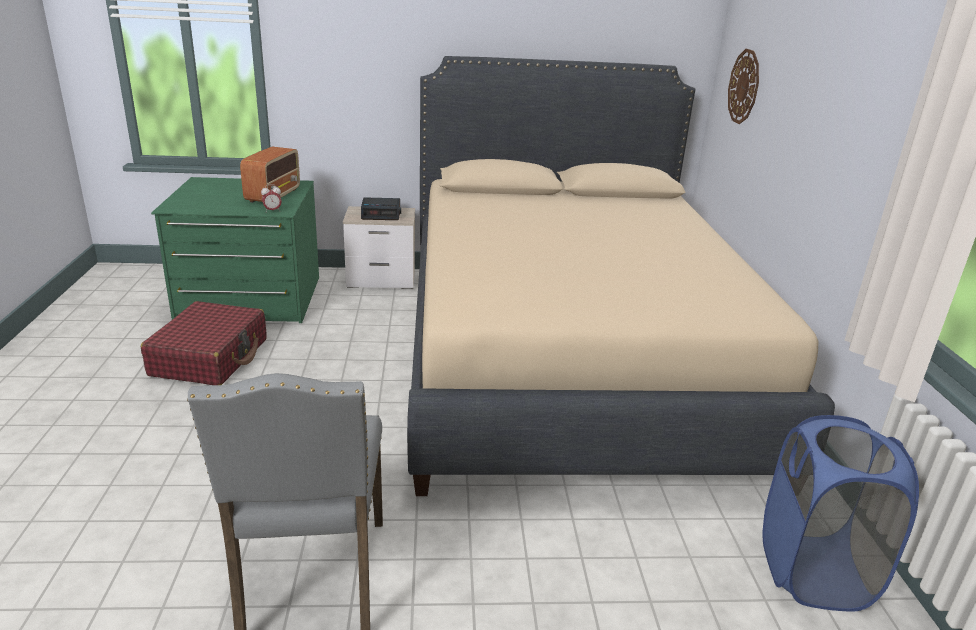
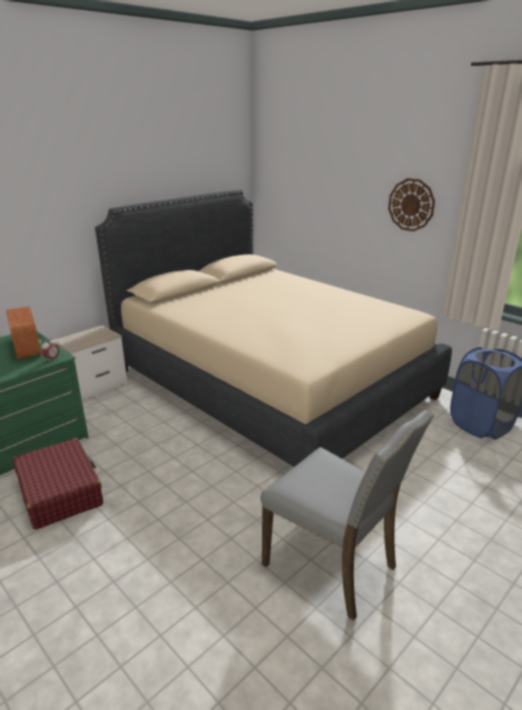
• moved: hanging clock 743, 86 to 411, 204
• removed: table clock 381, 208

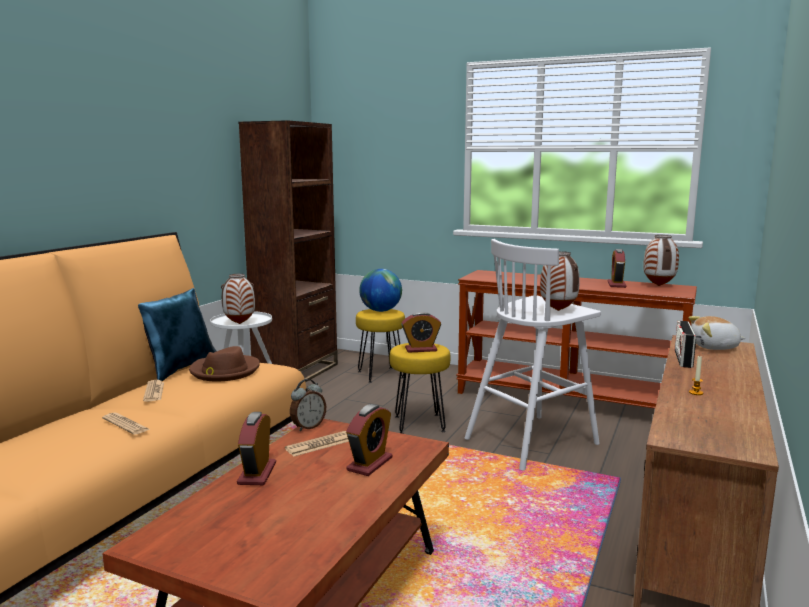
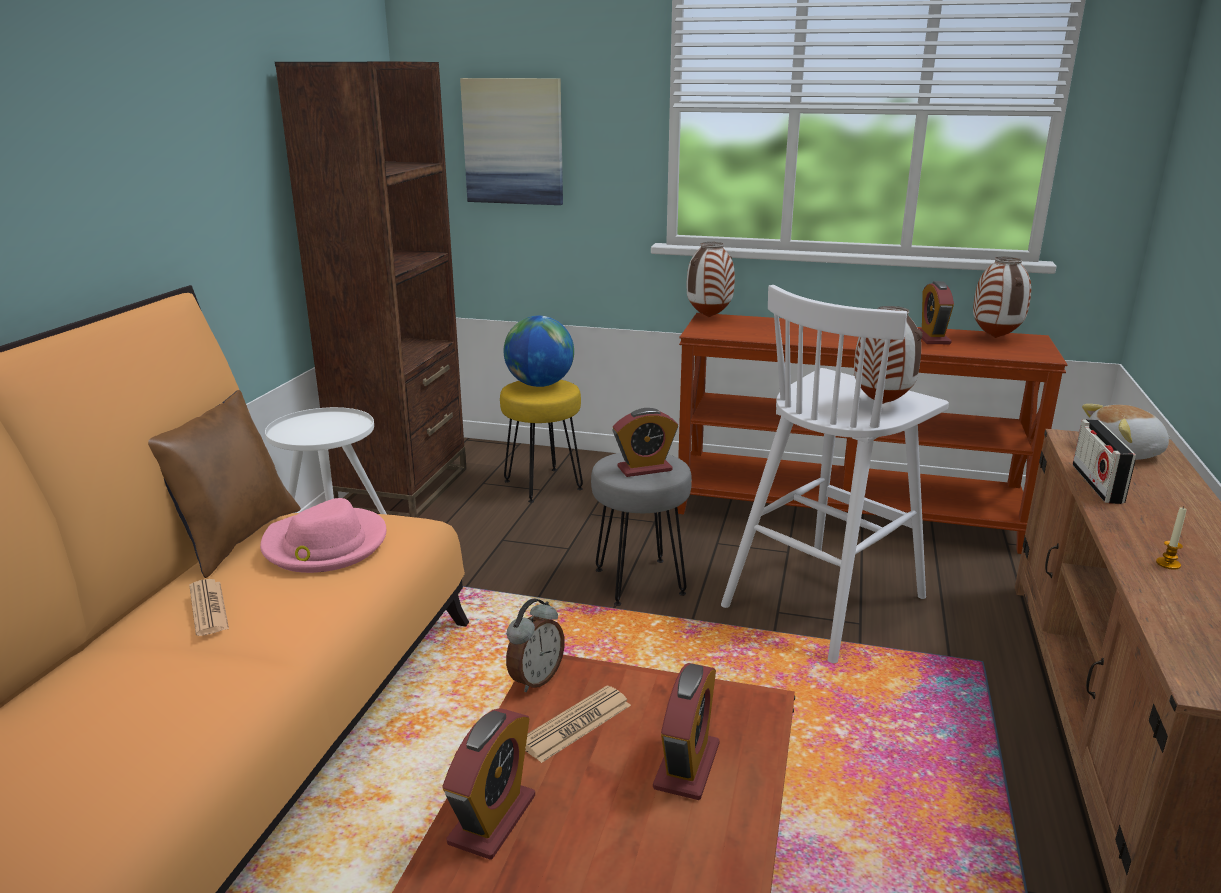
• recoloured: pillow (bluish) 177, 334 to pillow (brownish) 224, 484
• recoloured: wearable hat (brownish) 224, 363 to wearable hat (pinkish) 323, 535
• turned: table clock 256, 448 = 488, 784 150 degrees counterclockwise
• added: wall art 511, 141
• recoloured: sitting stool (yellow) 420, 388 to sitting stool (gray) 641, 529
• moved: vase 238, 299 to 711, 279
• removed: daily paper 126, 424

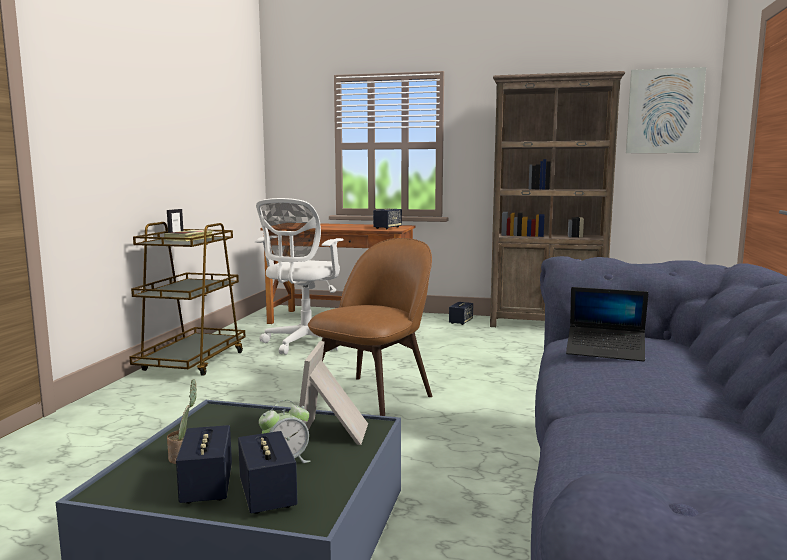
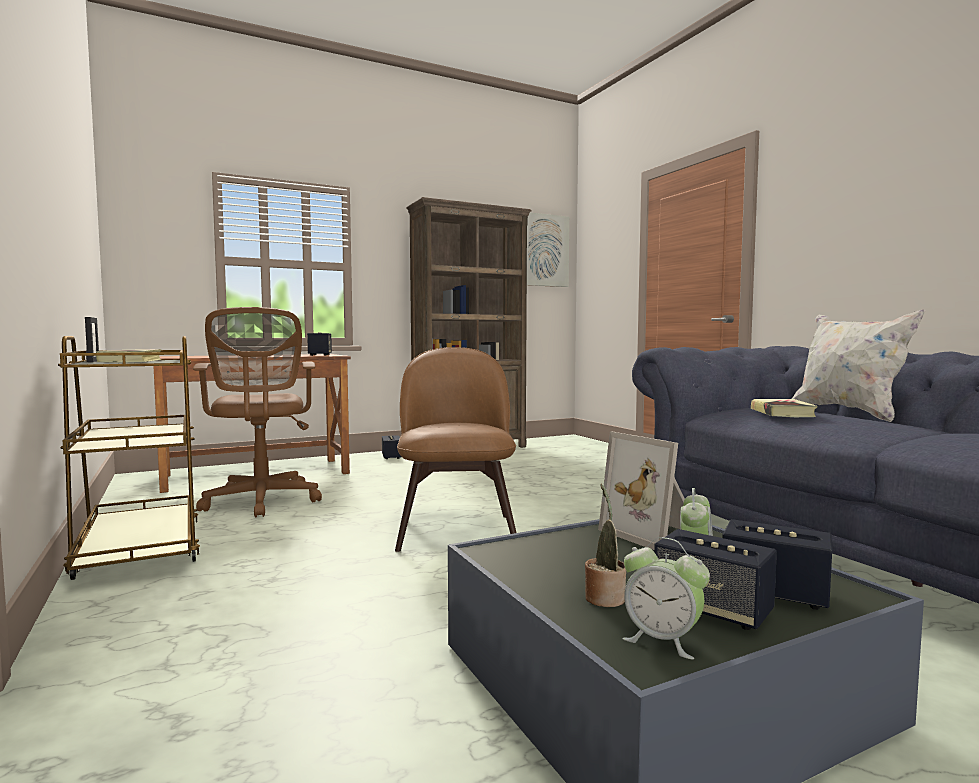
• recoloured: computer chair (white-coloured) 299, 276 to computer chair (brownish) 257, 412
• added: table clock 666, 598
• replaced: laptop 607, 324 to volume 784, 408
• added: pillow (white-coloured) 859, 366

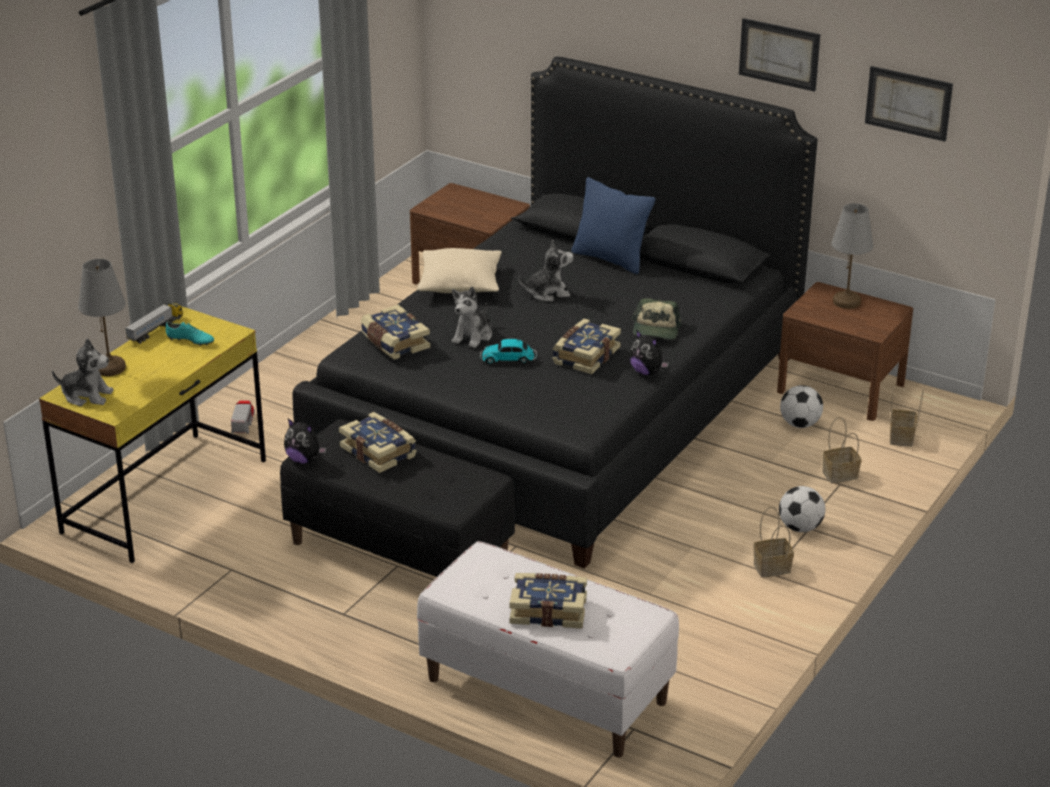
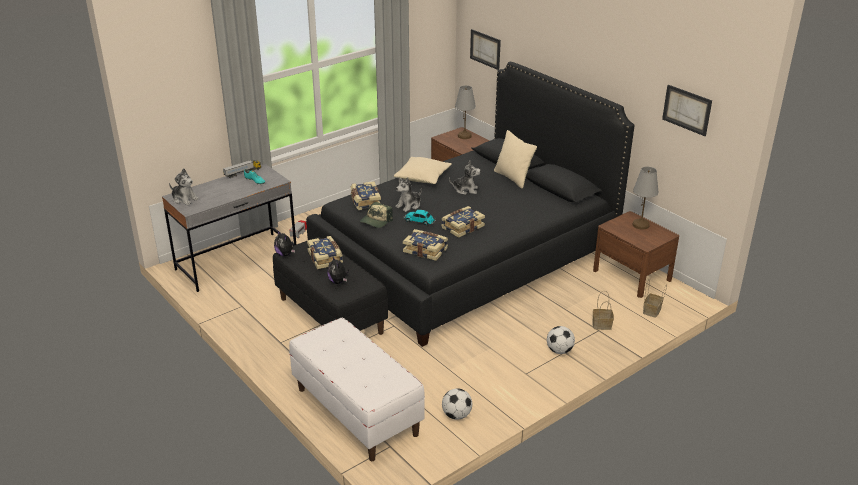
• recoloured: desk unit (yellow) 152, 435 to desk unit (gray) 229, 228
• moved: plush toy 649, 352 to 338, 270
• moved: baseball cap 656, 319 to 376, 215
• moved: volume 548, 601 to 425, 245
• moved: football 801, 406 to 457, 404
• moved: tabletop lamp (gray) 102, 317 to 465, 112
• moved: wall art 779, 55 to 485, 49
• recoloured: pillow (bluish) 613, 225 to pillow (beige-coloured) 515, 159
• removed: basket 773, 542

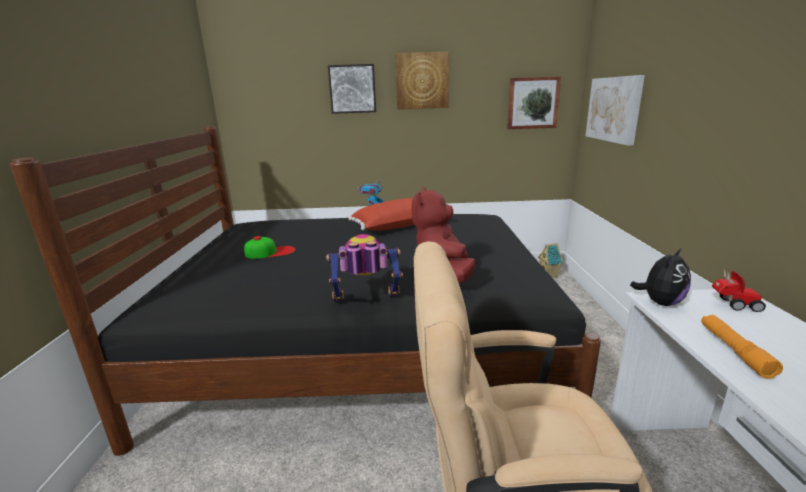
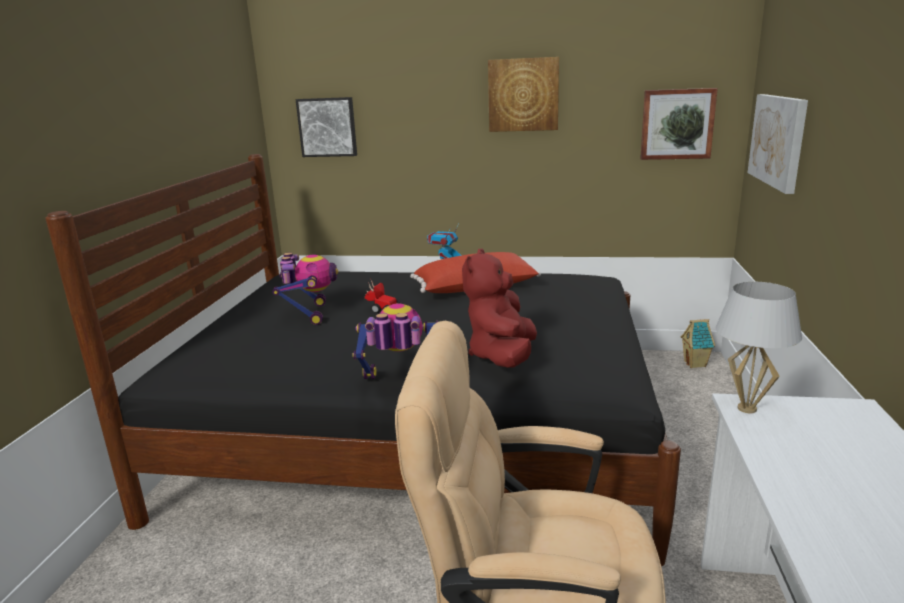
• replaced: baseball cap 269, 247 to robot figure 305, 289
• moved: wall art 352, 89 to 326, 127
• moved: model car 739, 290 to 382, 296
• replaced: plush toy 660, 277 to tabletop lamp (white-coloured) 759, 347
• removed: torch (orange) 742, 347

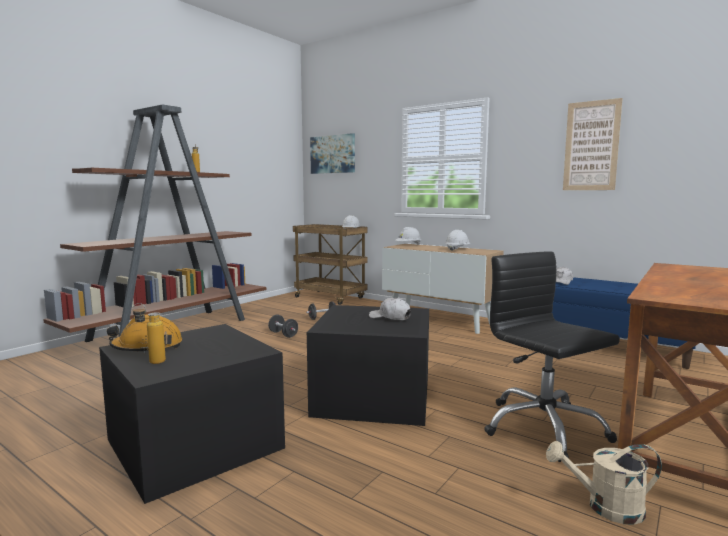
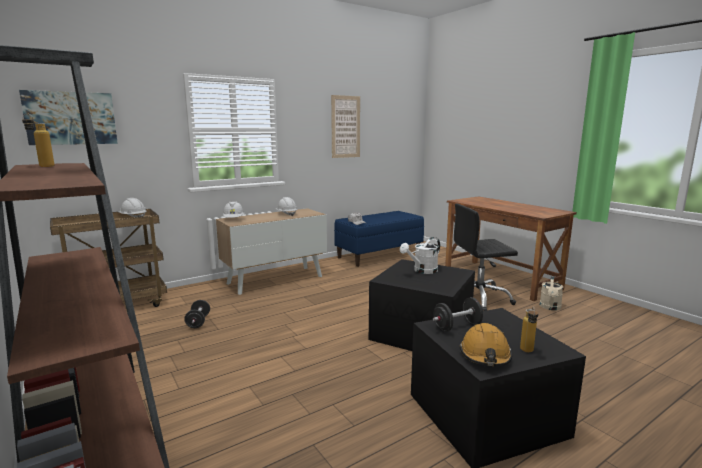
• replaced: baseball cap (white-coloured) 390, 308 to watering pot (white-coloured) 420, 255
• moved: dumbbell (black-coloured) 283, 326 to 458, 314

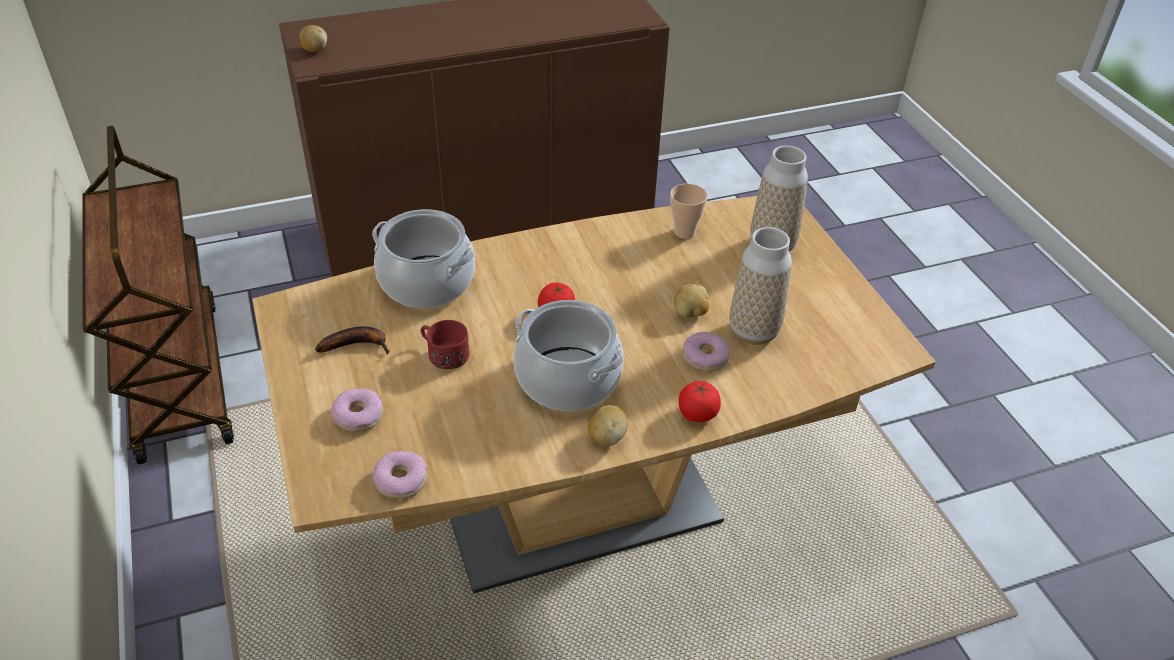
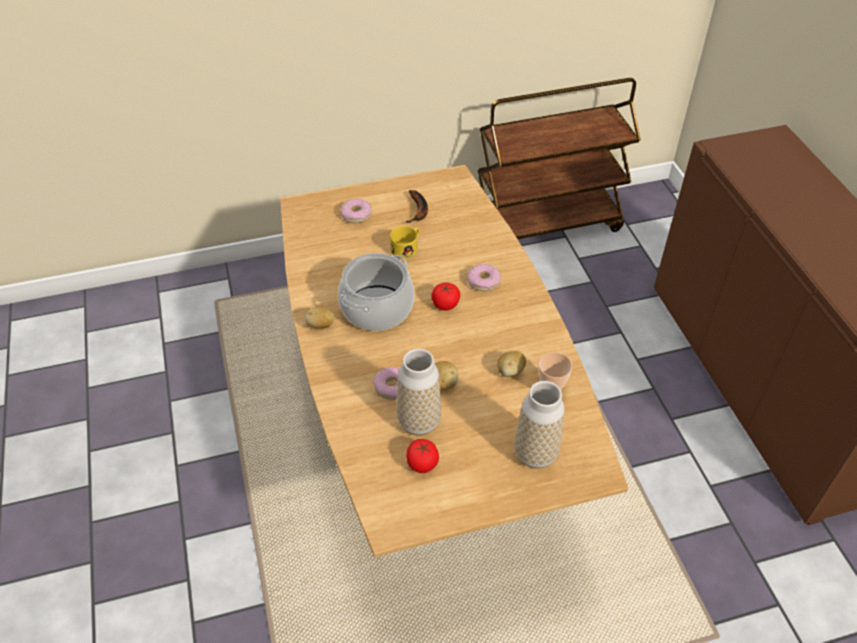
• recoloured: coffee mug (reddish) 445, 344 to coffee mug (yellow) 405, 242
• moved: whole tomato 700, 401 to 422, 456
• moved: donut 400, 475 to 484, 277
• moved: potato 313, 38 to 511, 364
• removed: saucepot 423, 258

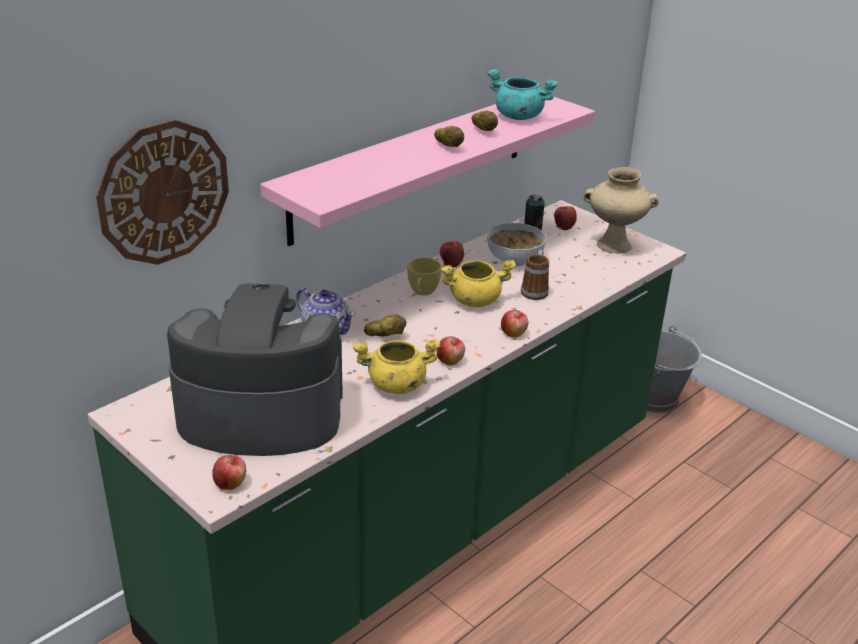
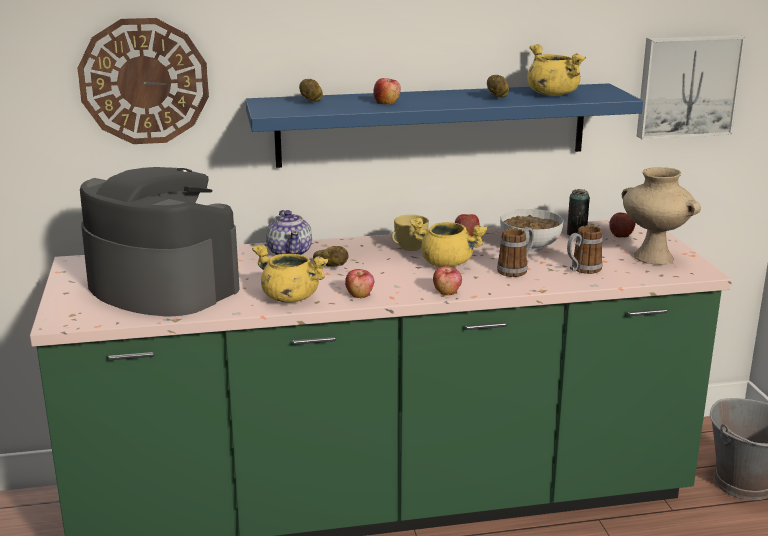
• recoloured: bracket shelf (pinkish) 427, 171 to bracket shelf (bluish) 444, 125
• moved: potato 449, 136 to 311, 90
• moved: apple fruit 229, 472 to 387, 91
• recoloured: saucepot (turquoise-coloured) 522, 94 to saucepot (yellow) 556, 70
• added: coffee mug 584, 249
• added: wall art 691, 87

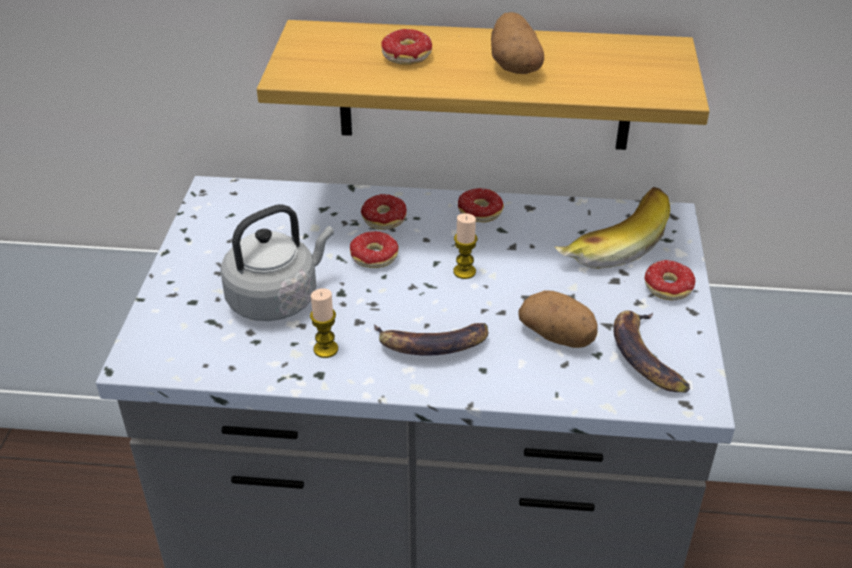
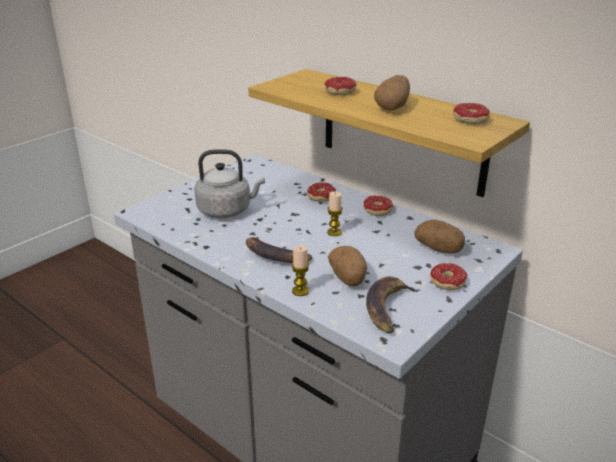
• moved: wax candle 324, 323 to 300, 271
• replaced: banana fruit 612, 228 to potato 439, 237
• moved: donut 374, 249 to 471, 114

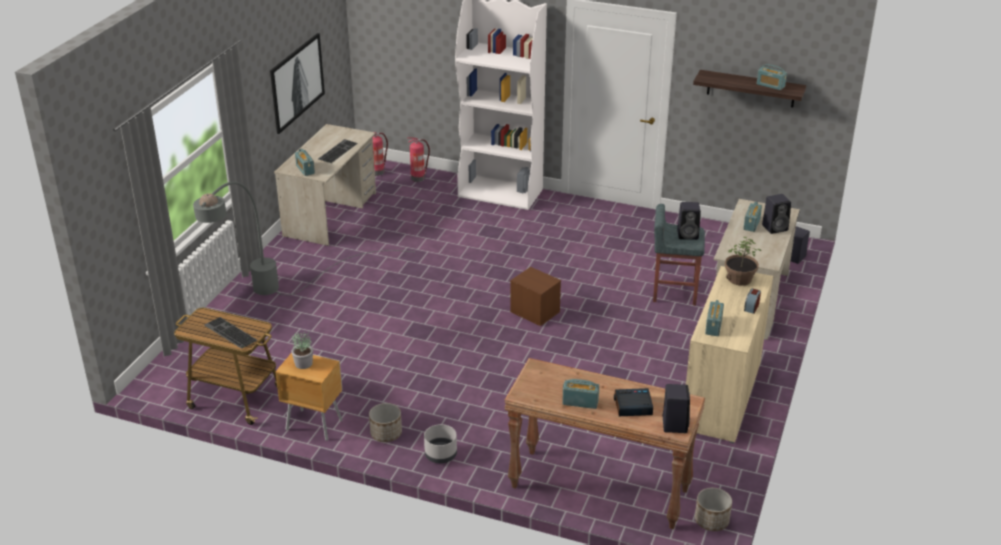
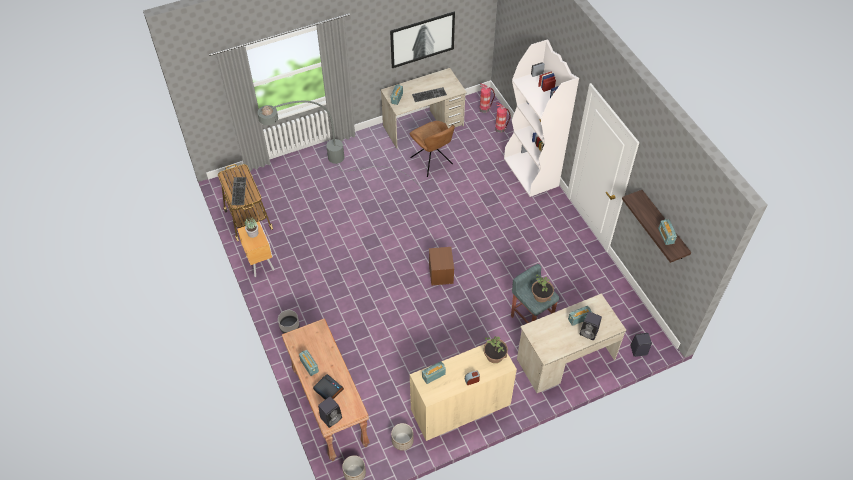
• moved: flower pot 385, 422 to 402, 437
• added: upright chair (brownish) 432, 149
• replaced: speaker (black-coloured) 689, 221 to potted plant 543, 288

